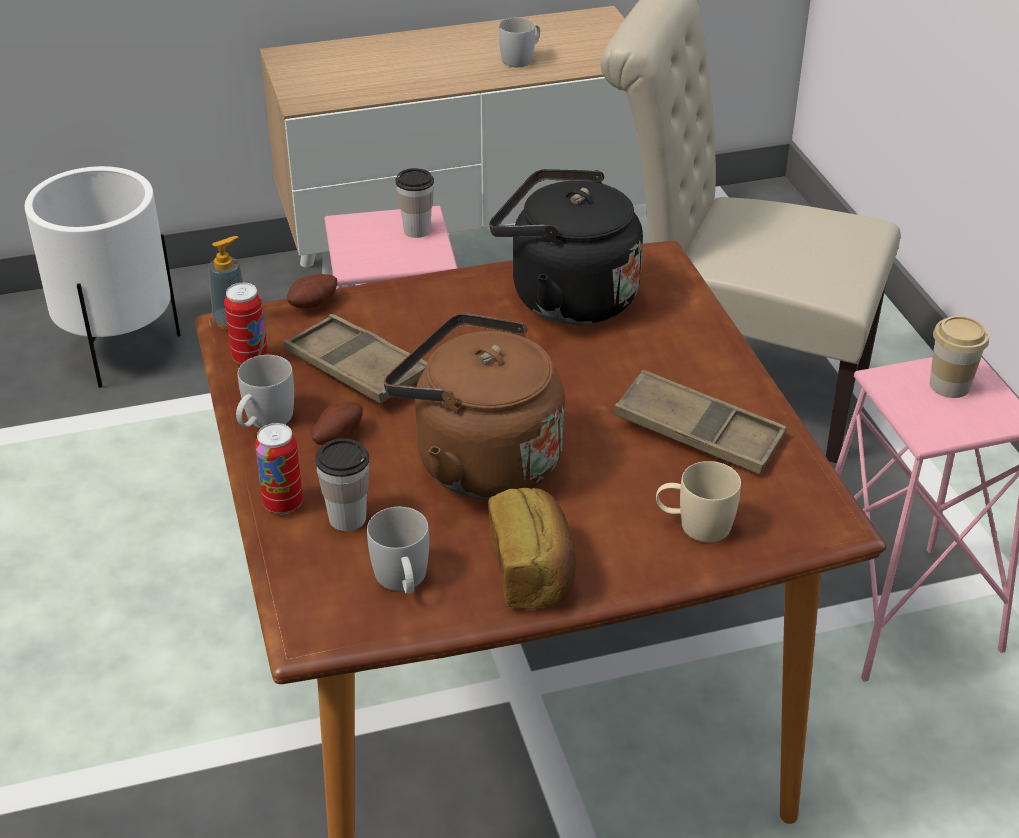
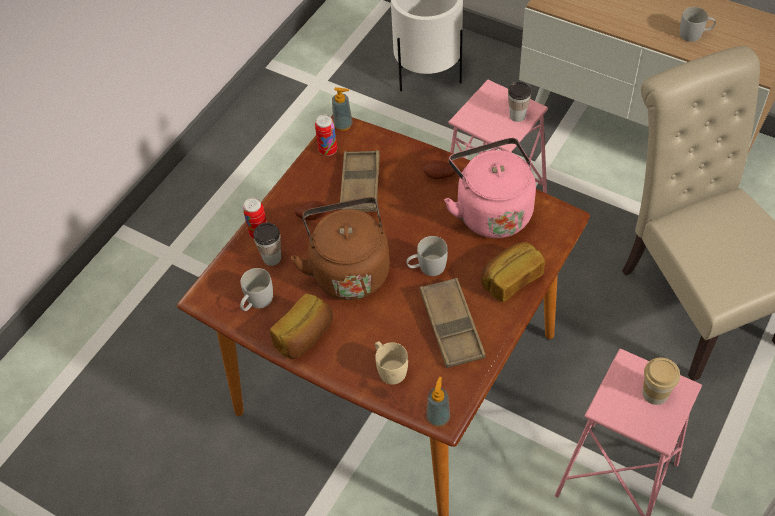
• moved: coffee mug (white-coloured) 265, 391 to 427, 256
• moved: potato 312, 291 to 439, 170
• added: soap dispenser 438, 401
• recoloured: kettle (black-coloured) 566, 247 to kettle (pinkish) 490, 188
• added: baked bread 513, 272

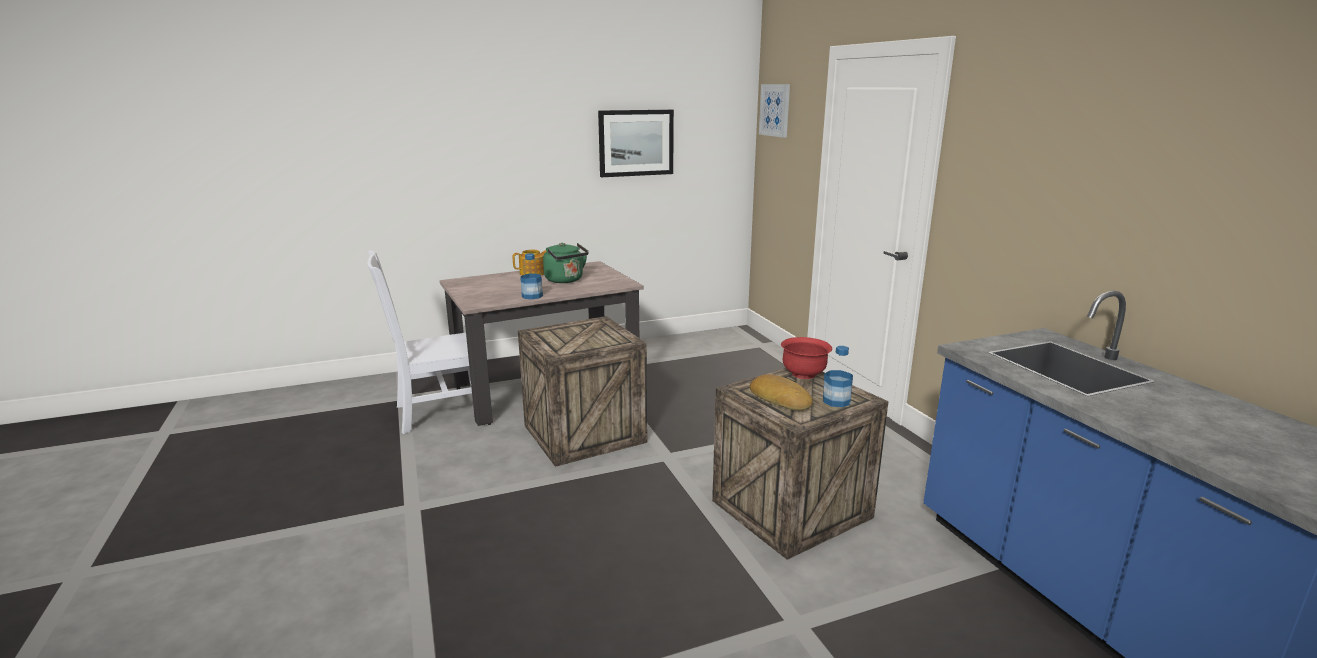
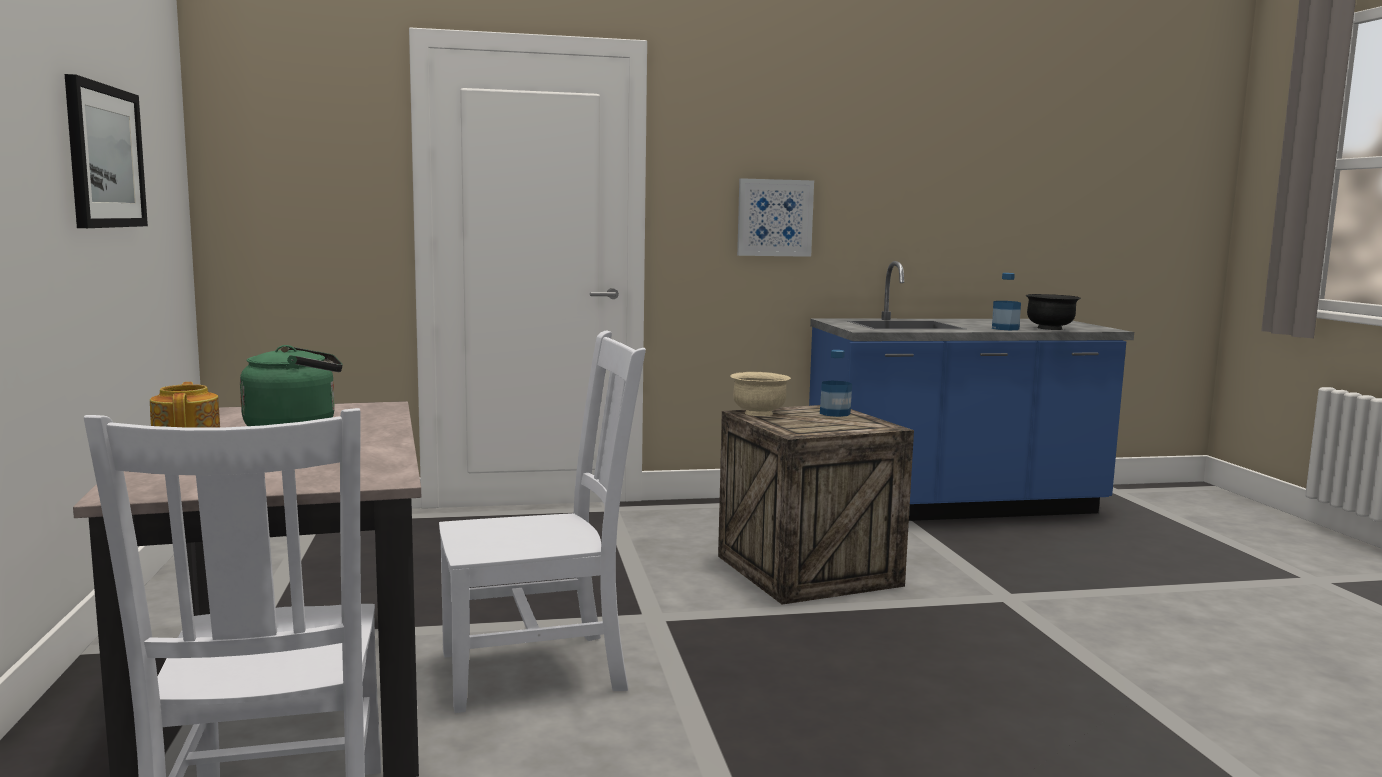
• replaced: packing crate 582, 391 to upright chair (white-coloured) 542, 522
• recoloured: serving bowl (reddish) 806, 358 to serving bowl (beige-coloured) 760, 394
• moved: wall art 774, 111 to 775, 217
• moved: beverage bottle 531, 276 to 1006, 301
• added: serving bowl (black-coloured) 1053, 312
• removed: baked bread 781, 392

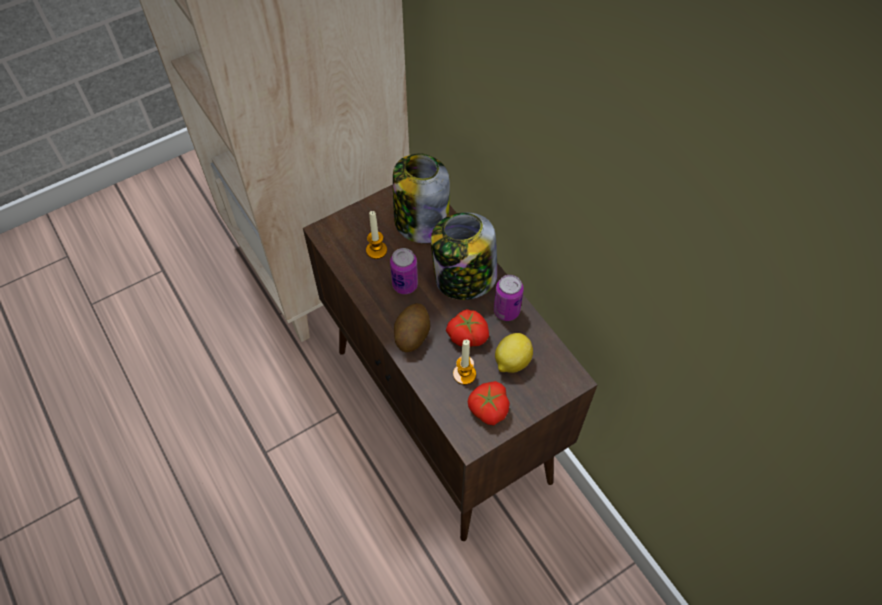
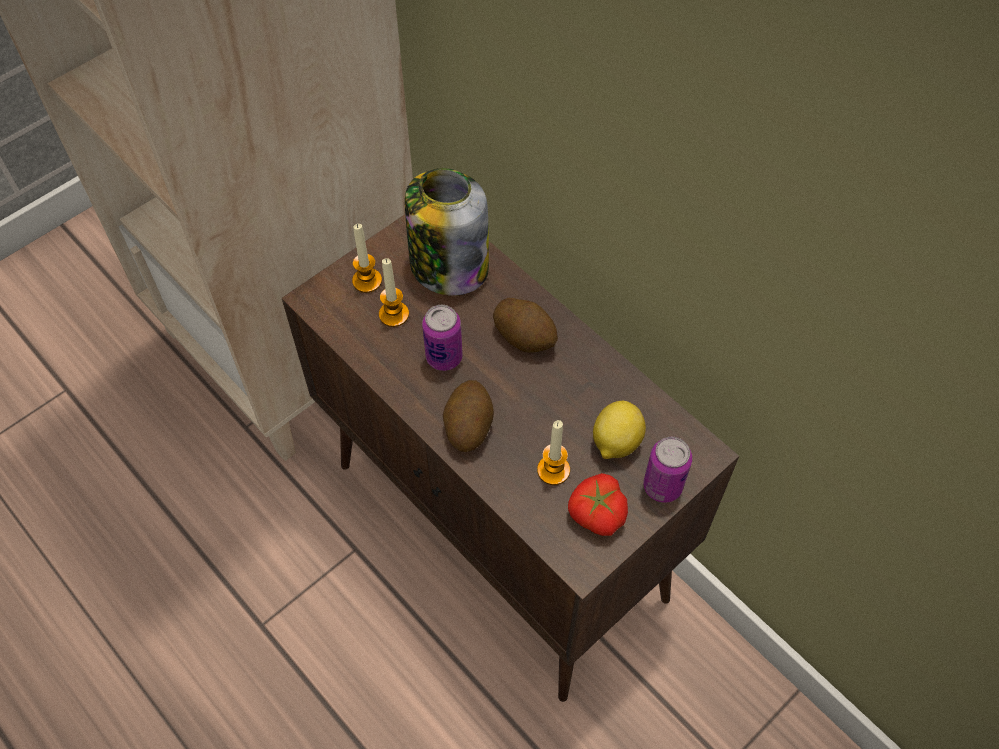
• added: wax candle 367, 258
• replaced: jar 464, 256 to potato 525, 325
• moved: can 509, 298 to 667, 470
• removed: whole tomato 467, 328

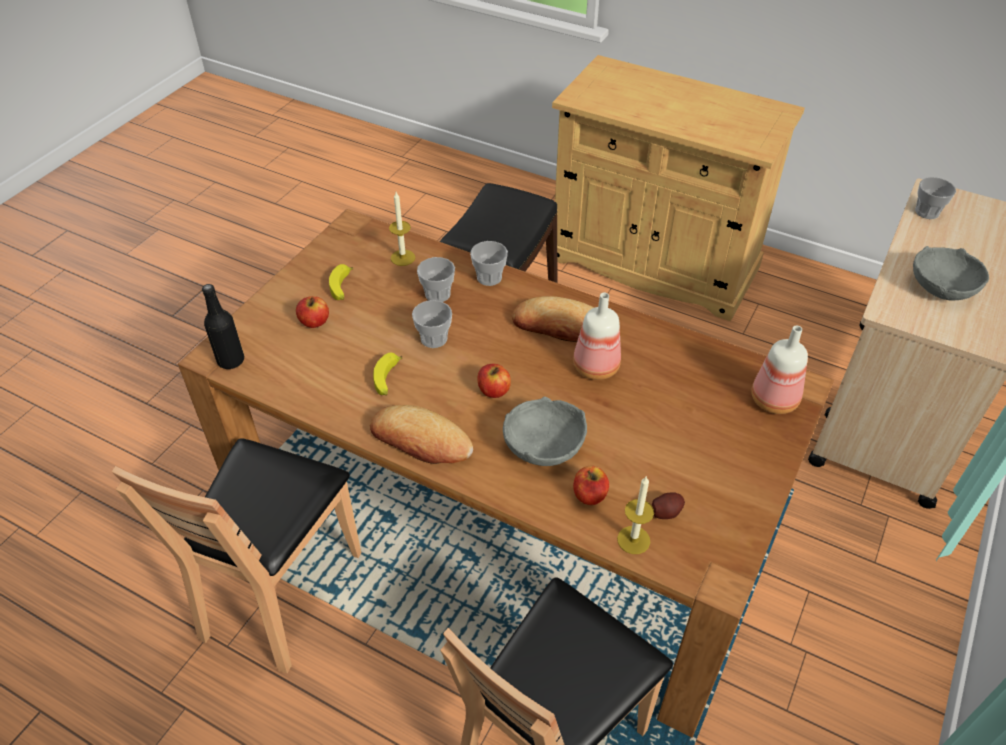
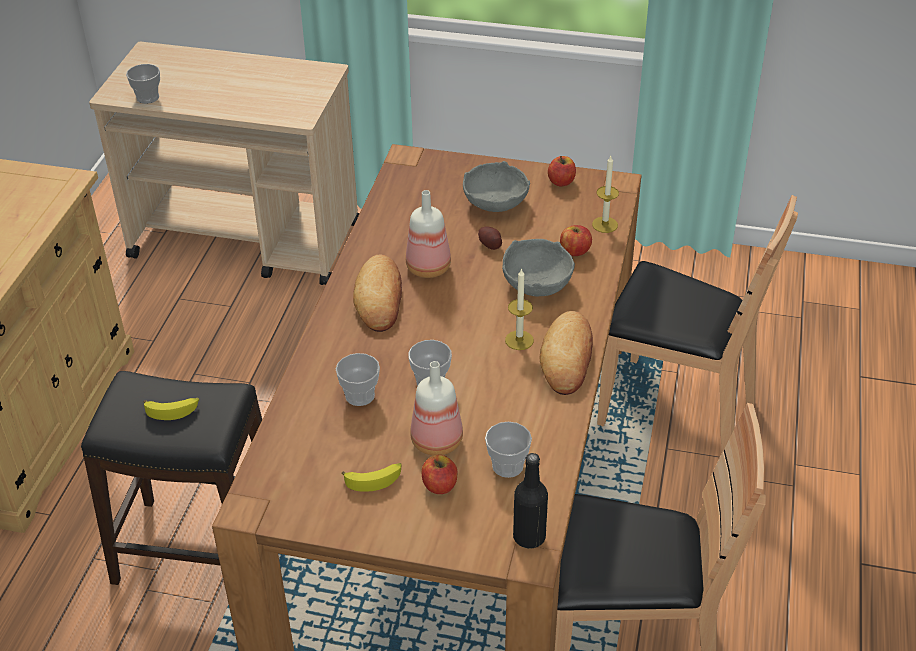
• moved: banana fruit 388, 374 to 171, 409
• moved: beverage bottle 779, 369 to 436, 408
• moved: serving bowl (gray) 951, 273 to 496, 186
• moved: potato 668, 506 to 490, 238
• moved: small cup 489, 263 to 508, 450
• moved: wax candle 402, 229 to 519, 309
• moved: apple fruit 494, 381 to 562, 171

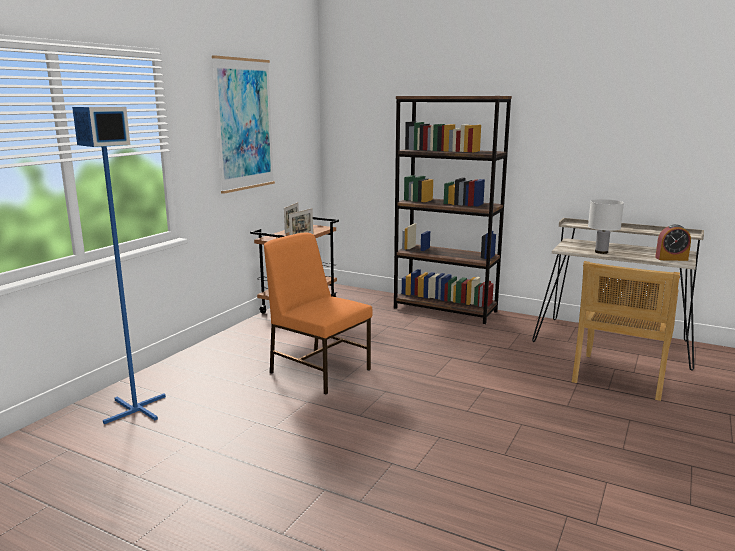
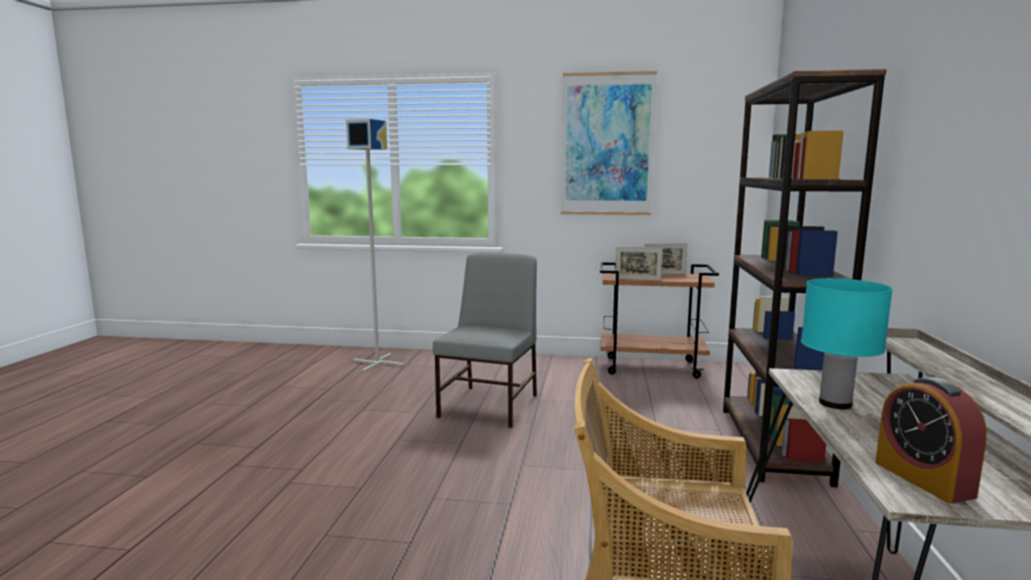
• recoloured: standing lamp (bluish) 119, 265 to standing lamp (gray) 374, 245
• recoloured: upright chair (orange) 318, 313 to upright chair (gray) 485, 340
• recoloured: tabletop lamp (white-coloured) 606, 226 to tabletop lamp (turquoise-coloured) 847, 343

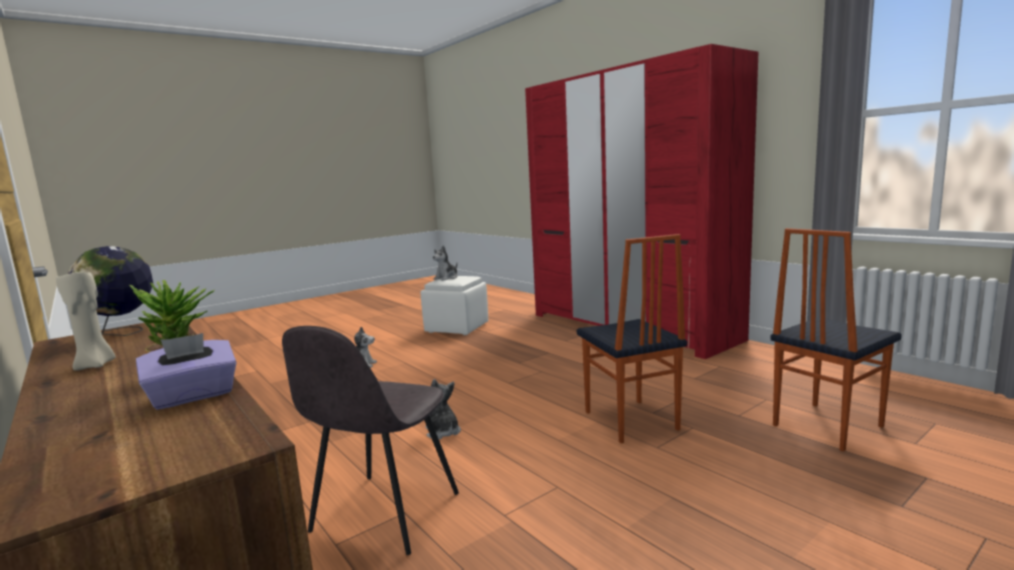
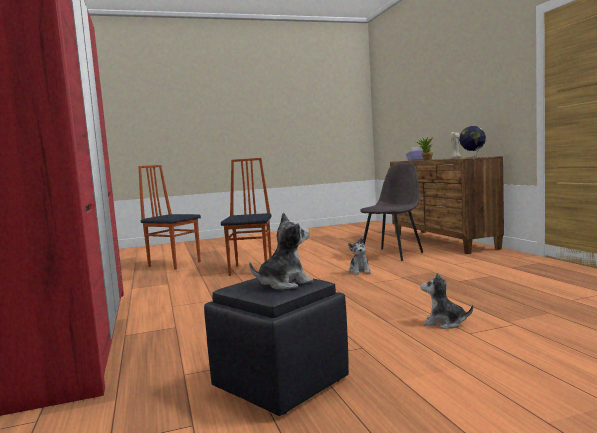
• turned: upright chair 836, 339 = 169, 217 135 degrees counterclockwise
• recoloured: pouffe (white-coloured) 454, 305 to pouffe (black-coloured) 276, 347

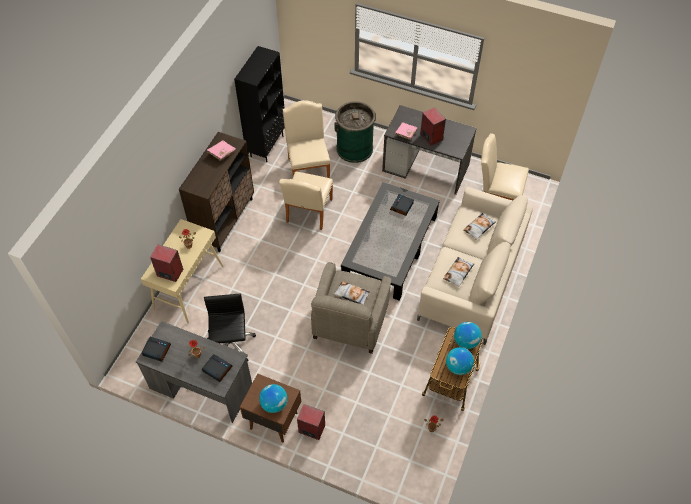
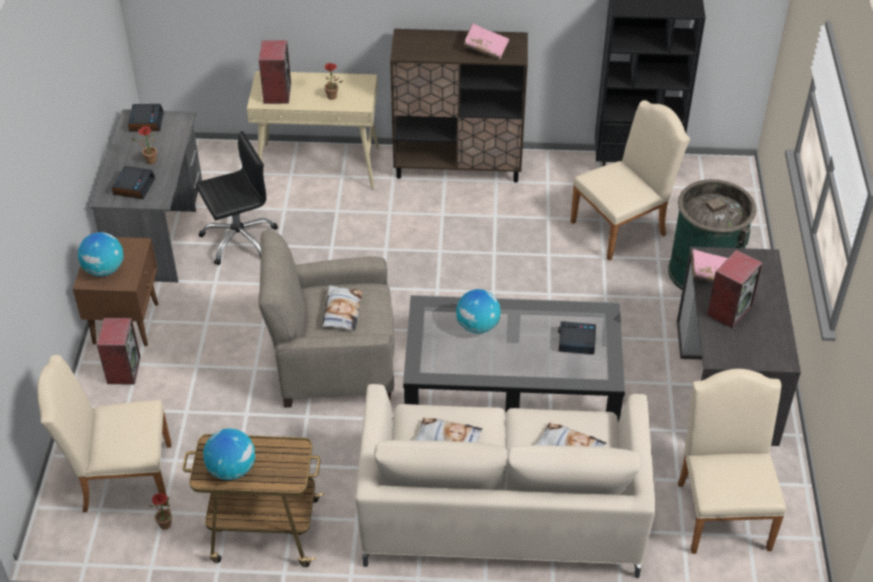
• moved: upright chair (beige-coloured) 306, 201 to 104, 433
• moved: desk globe 468, 335 to 478, 311

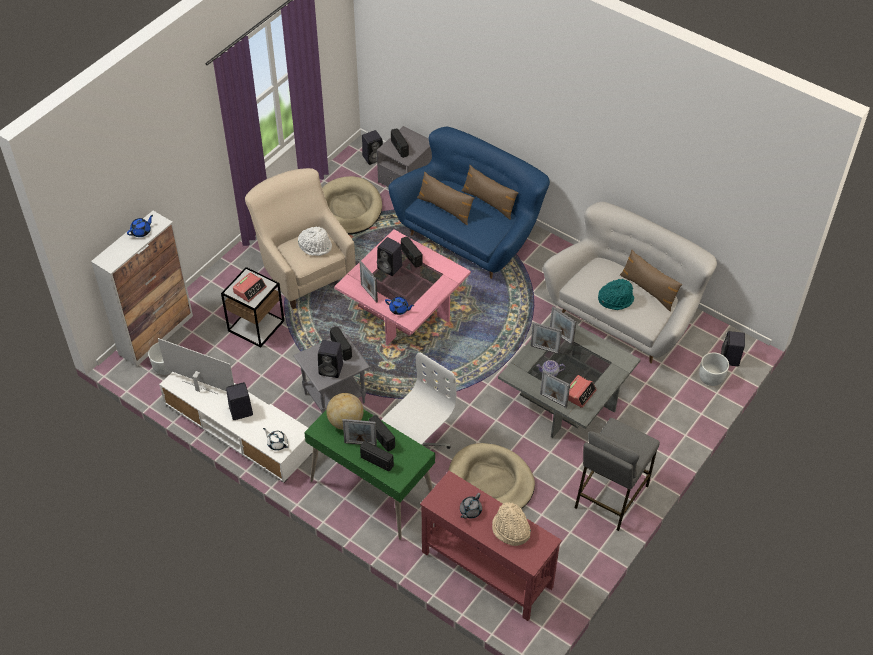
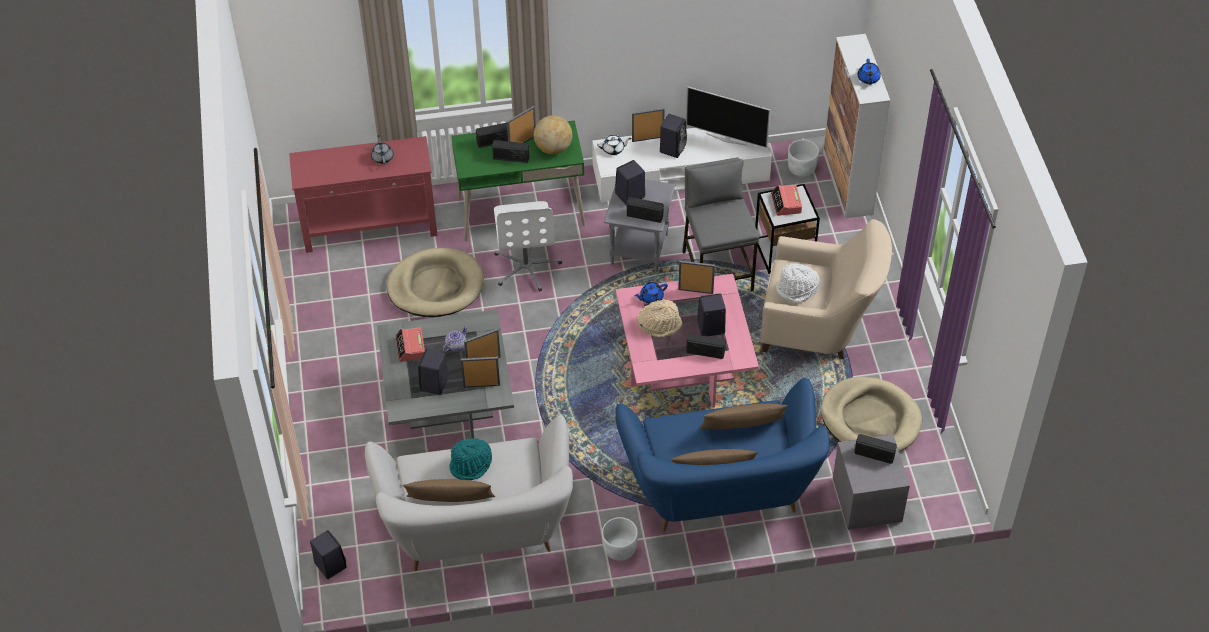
• moved: speaker (black-coloured) 372, 147 to 433, 372
• moved: flower pot (white-coloured) 714, 369 to 620, 539
• moved: standing frame 555, 389 to 648, 125
• moved: wearable hat (beige-coloured) 511, 524 to 660, 318
• moved: sitting stool (gray) 617, 474 to 720, 224
• turned: TV 196, 366 = 728, 117 45 degrees clockwise

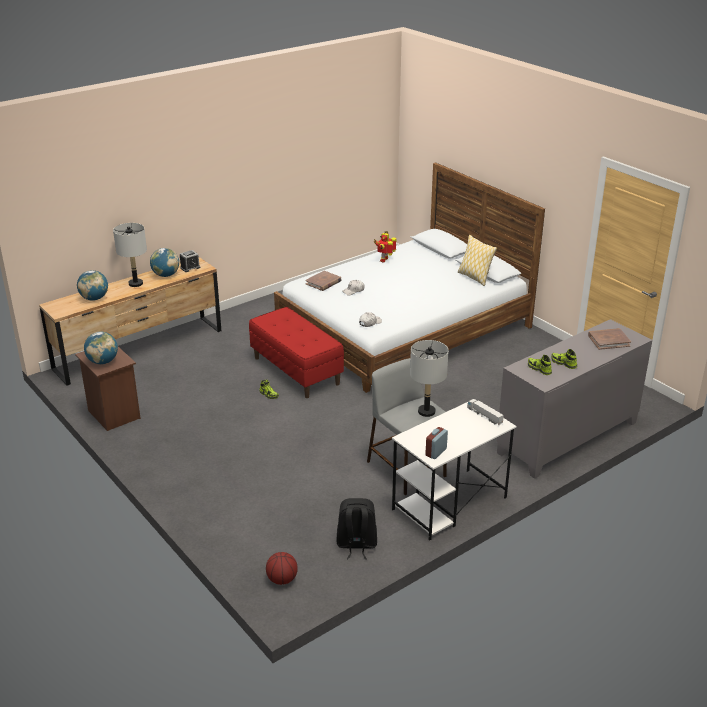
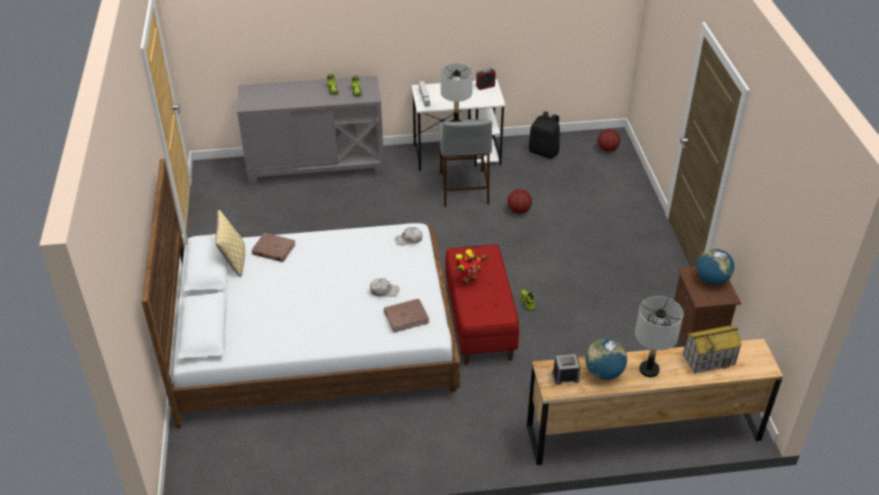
• moved: volume (brownish) 609, 339 to 274, 247
• moved: robot figure 385, 246 to 472, 267
• added: basketball ball 520, 201
• replaced: desk globe 92, 285 to model house 712, 350

